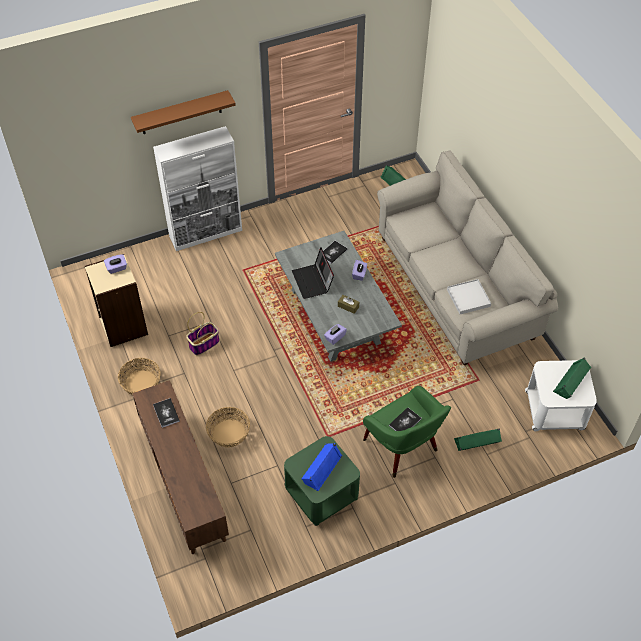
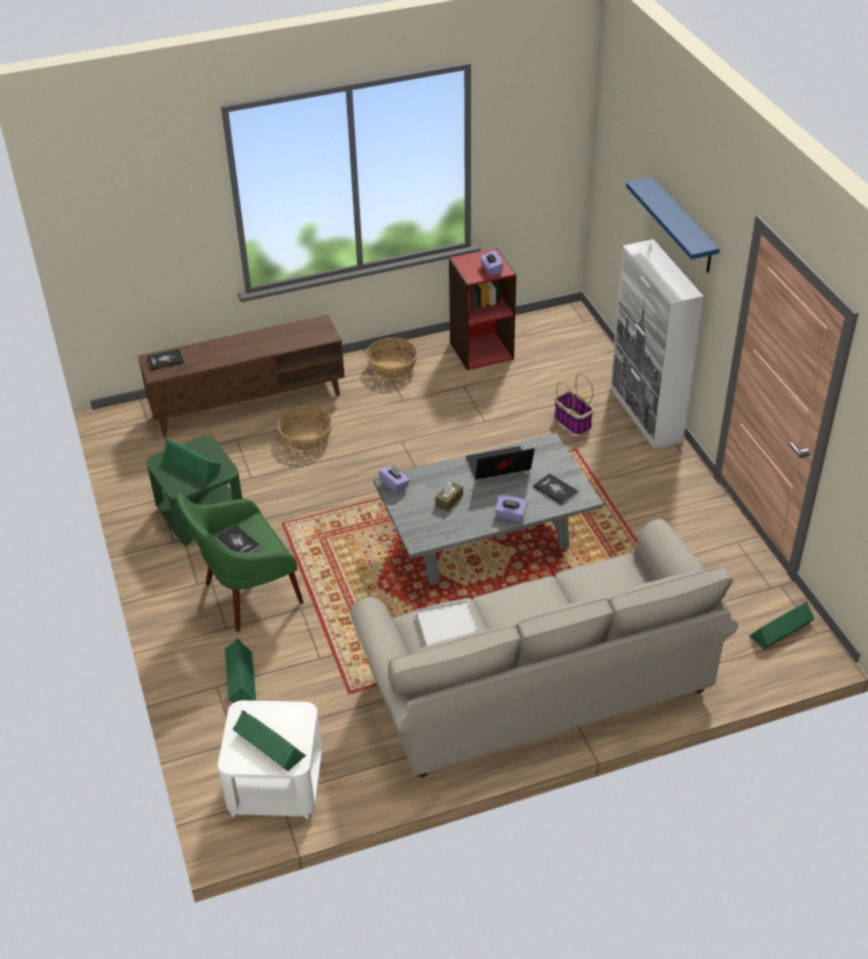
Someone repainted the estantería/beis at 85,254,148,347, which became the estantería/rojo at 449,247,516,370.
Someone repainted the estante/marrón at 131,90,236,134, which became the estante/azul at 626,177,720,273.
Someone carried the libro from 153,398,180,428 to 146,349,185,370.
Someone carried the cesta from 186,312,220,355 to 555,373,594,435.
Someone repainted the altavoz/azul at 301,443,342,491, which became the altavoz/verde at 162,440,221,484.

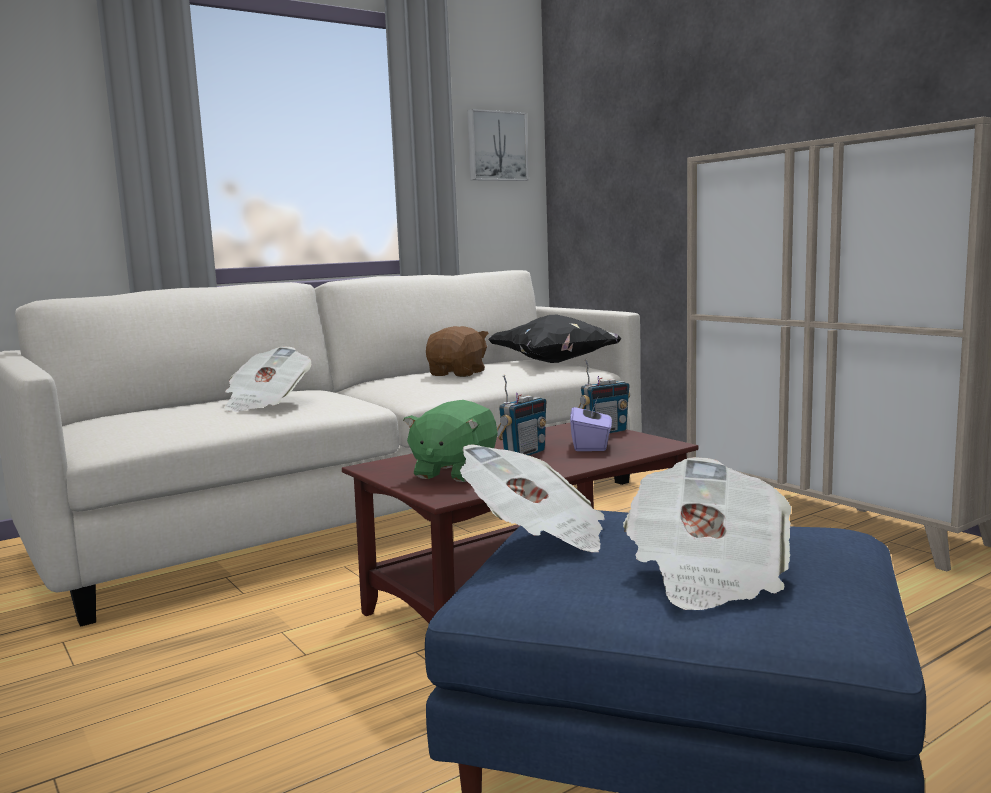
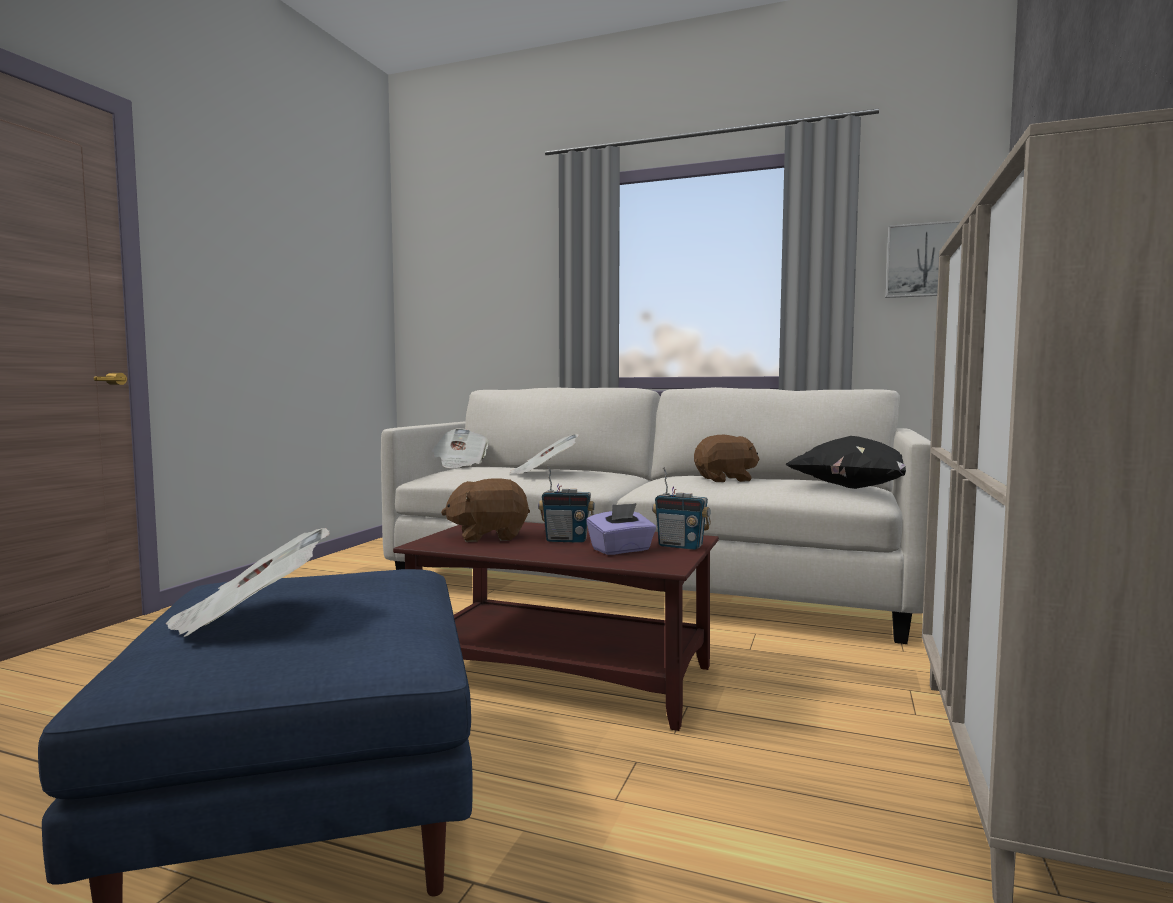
Someone repainted the peluche/verde at 403,400,498,482, which became the peluche/marrón at 441,478,530,542.
Someone carried the periódico from 460,445,605,552 to 432,428,490,468.

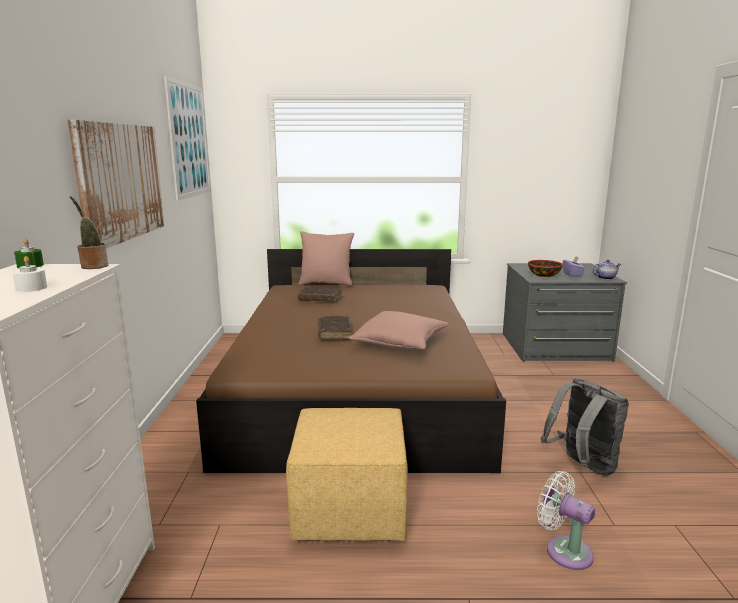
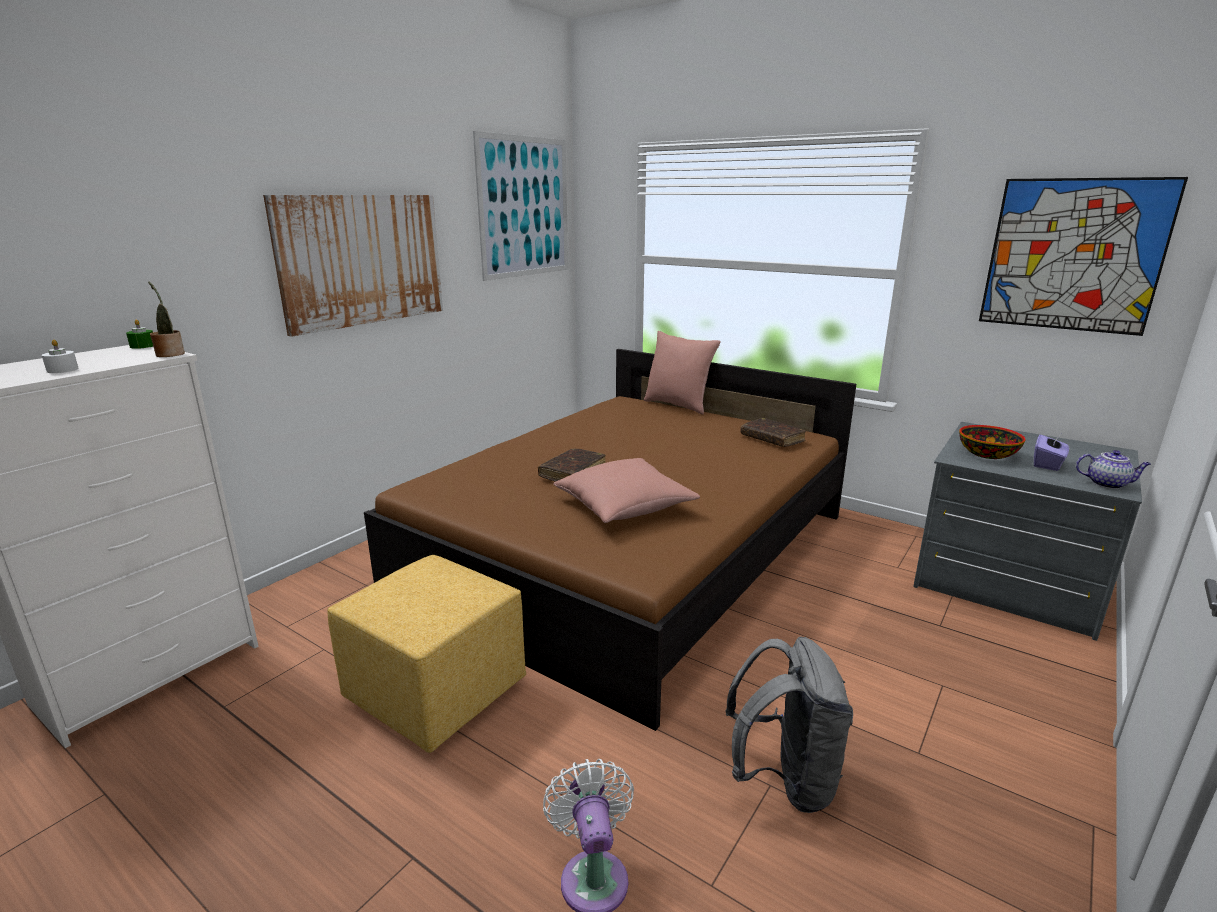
Someone carried the libro/marrón from 297,286,342,302 to 740,418,806,447.
Someone put up the cuadro at 979,177,1188,336.

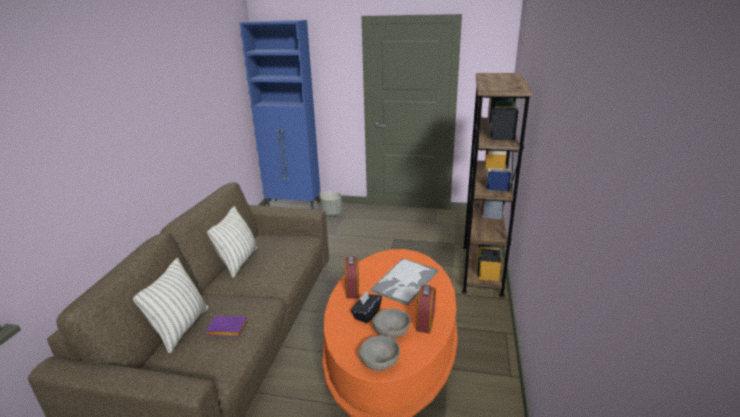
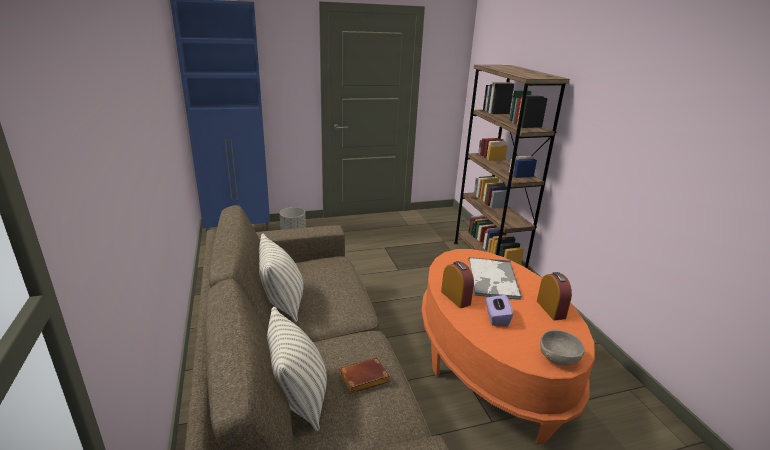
Someone repainted the libro/morado at 206,316,247,337, which became the libro/marrón at 339,358,390,394.
Someone repainted the caja de pañuelos/negro at 351,292,382,323, which became the caja de pañuelos/morado at 486,293,513,326.
Someone took away the cuenco/gris at 372,309,410,339.

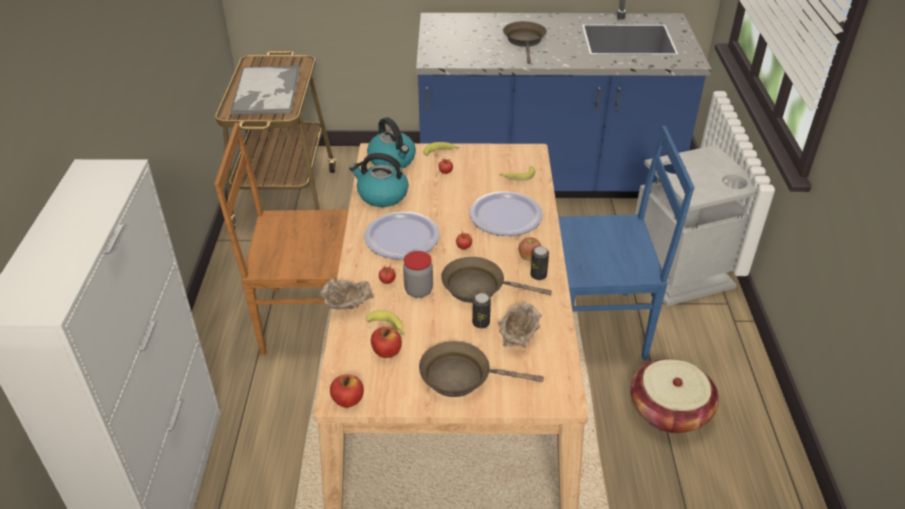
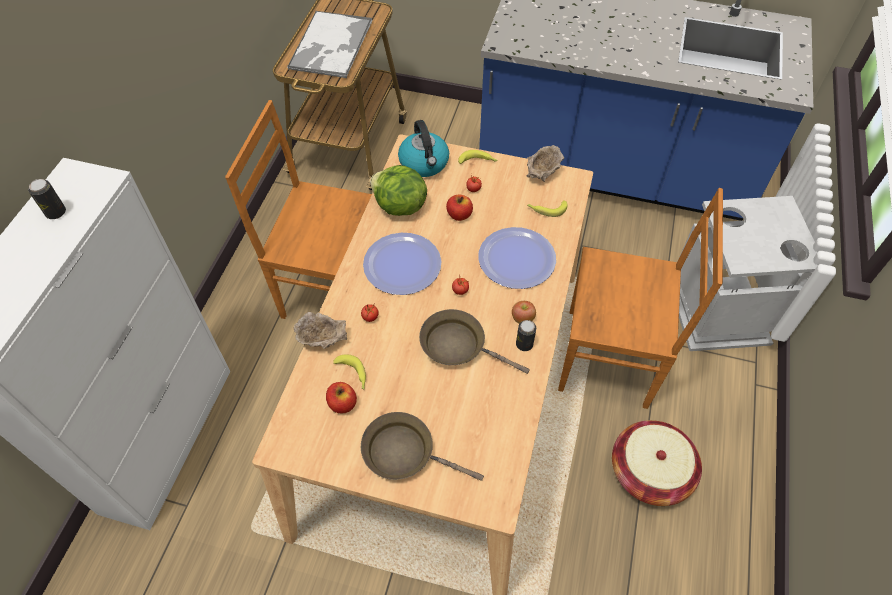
Someone carried the manzana from 330,374,364,408 to 446,194,473,221.
Someone swapped the hervidor at 349,153,409,207 for the lechuga at 370,165,427,216.
Someone took away the tarro at 403,251,433,298.
Someone carried the lata from 472,293,491,328 to 28,179,66,219.
Someone carried the cuenco/beis from 497,302,542,348 to 527,145,564,182.
Someone took away the sartén/marrón at 503,21,547,64.
Someone repainted the silla/azul at 558,126,695,360, which became the silla/marrón at 558,188,723,409.

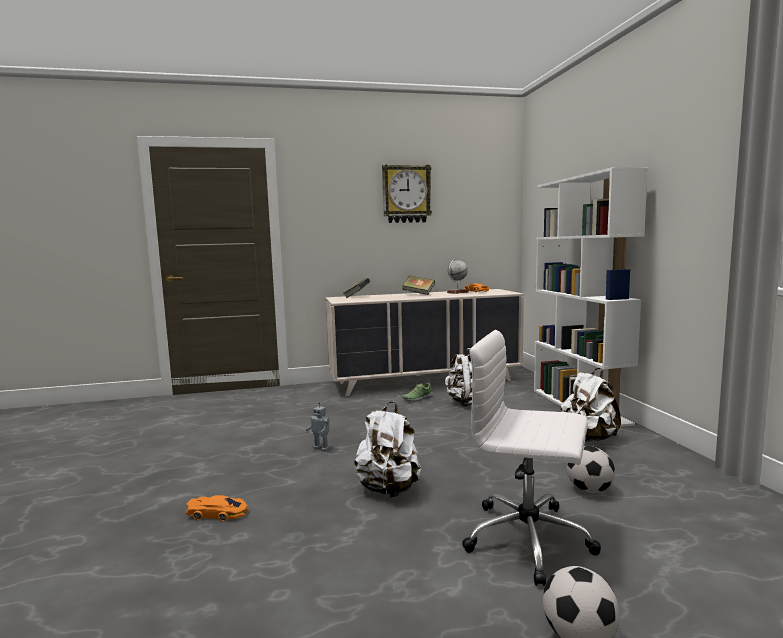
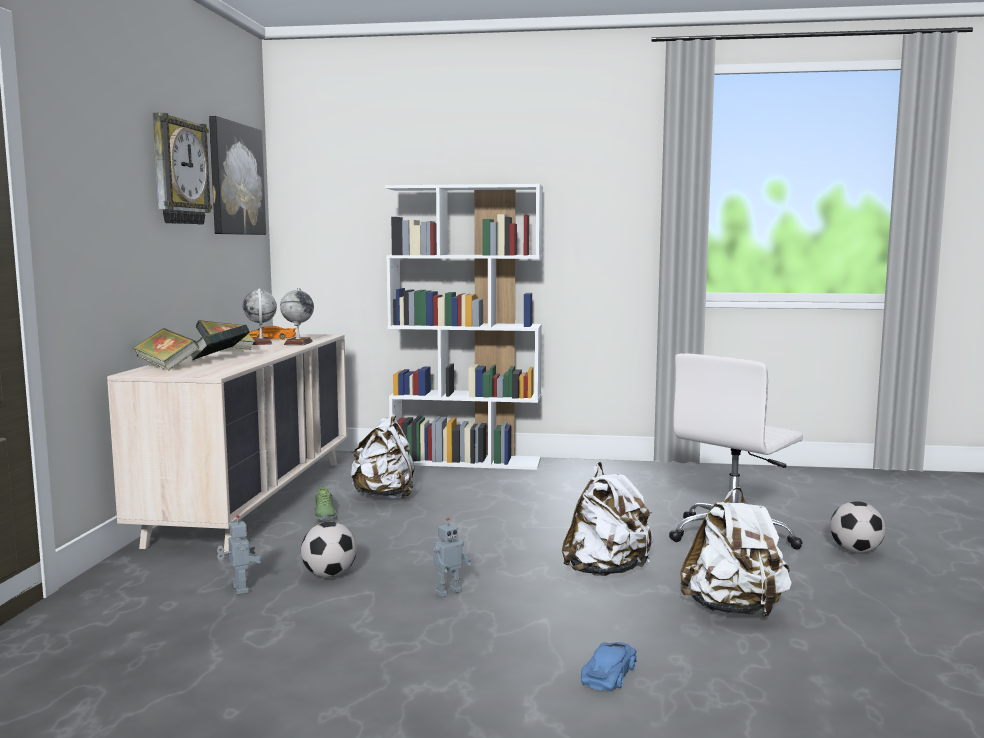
Someone repainted the coche de juguete/naranja at 186,495,248,521, which became the coche de juguete/azul at 581,642,637,691.
Someone carried the mochila/blanco from 561,368,621,442 to 680,487,792,617.
Someone carried the balón de fútbol from 567,446,615,493 to 301,522,357,578.
Someone put down the libro at 191,324,250,360.
Someone put up the cuadro at 209,116,266,235.
Someone put down the robot de juguete at 217,515,261,595.
Someone put down the globo terráqueo at 280,288,314,345.

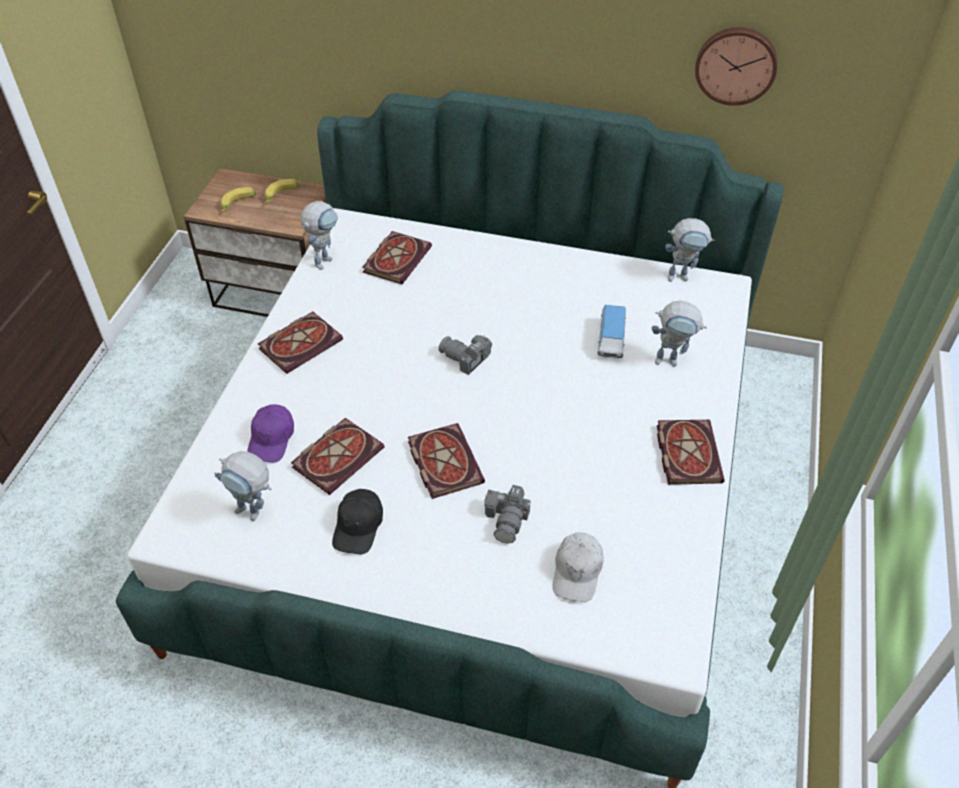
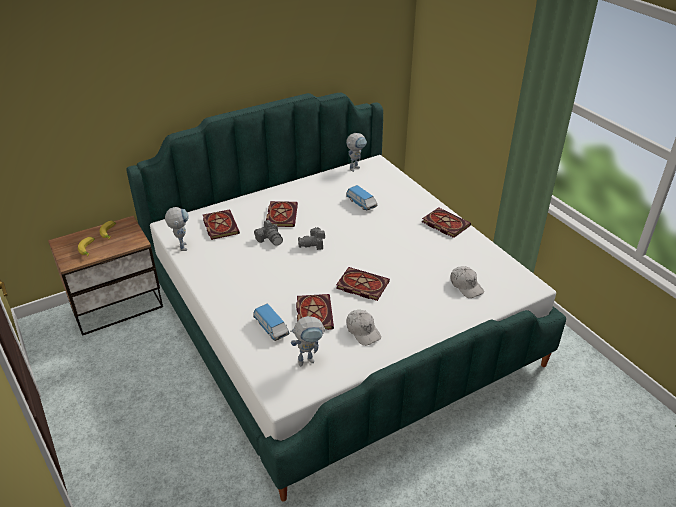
Someone swapped the gorra/morado at 247,404,294,463 for the coche de juguete at 253,304,290,341.
Someone carried the libro from 258,312,343,374 to 266,201,298,227.
Someone repainted the gorra/negro at 332,489,383,554, which became the gorra/blanco at 347,310,381,346.
Someone carried the cámara from 484,485,531,544 to 254,220,283,246.
Someone took away the robot de juguete at 652,301,707,367.
Someone took away the reloj de pared at 695,27,778,106.

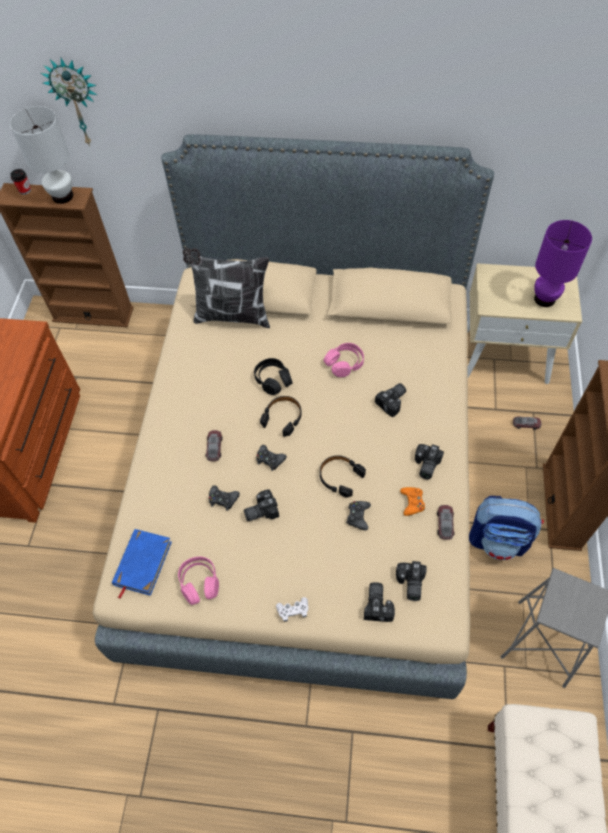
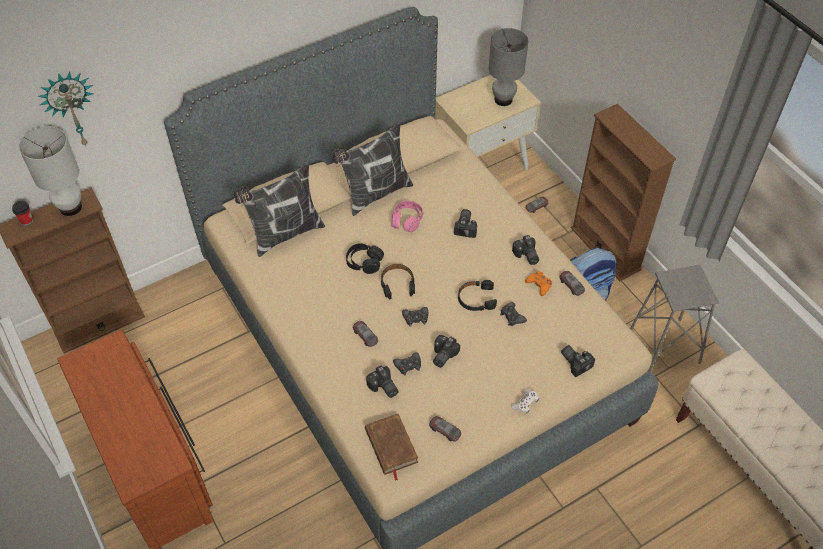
Someone repainted the libro/azul at 112,529,172,598, which became the libro/marrón at 365,414,418,481.
Someone swapped the auriculares/rosa at 178,557,219,605 for the coche de juguete at 429,416,462,442.
Someone carried the cámara from 396,561,426,601 to 366,365,398,398.
Someone repainted the lámpara de mesa/morado at 534,220,592,307, which became the lámpara de mesa/gris at 489,28,528,106.
Someone put down the cojín at 332,123,413,216.

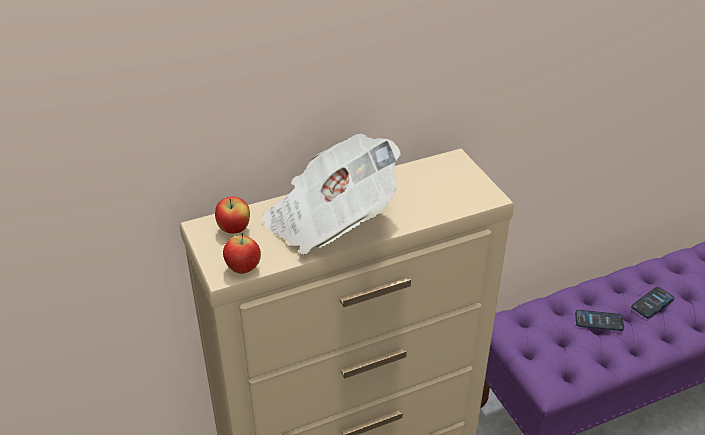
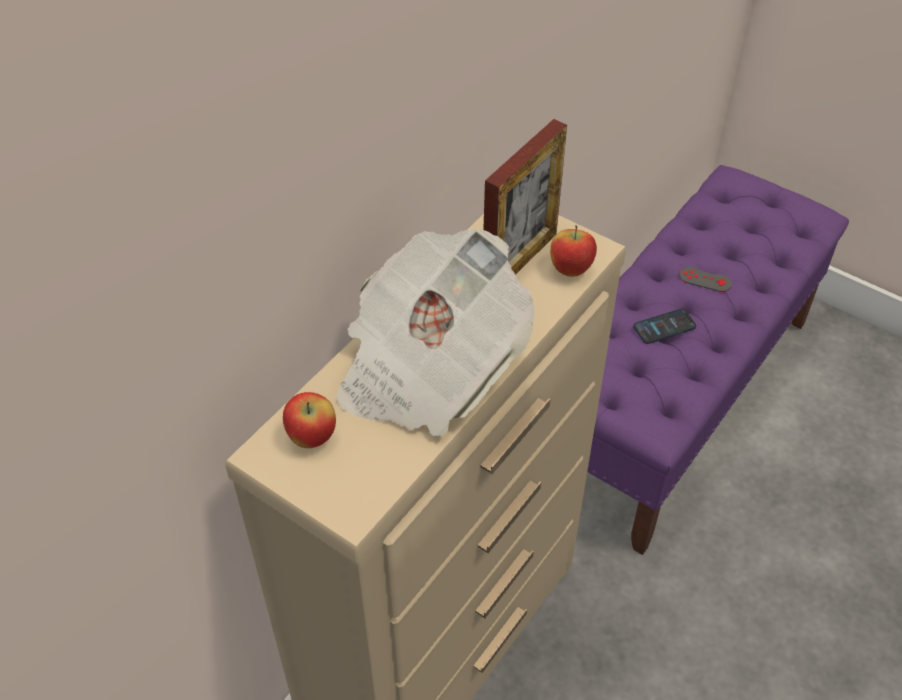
Someone carried the manzana from 223,233,261,274 to 550,225,597,277.
Someone swapped the móvil at 631,287,675,318 for the mando de consola/gris at 679,266,732,292.
Someone put down the portarretratos at 483,119,567,275.

